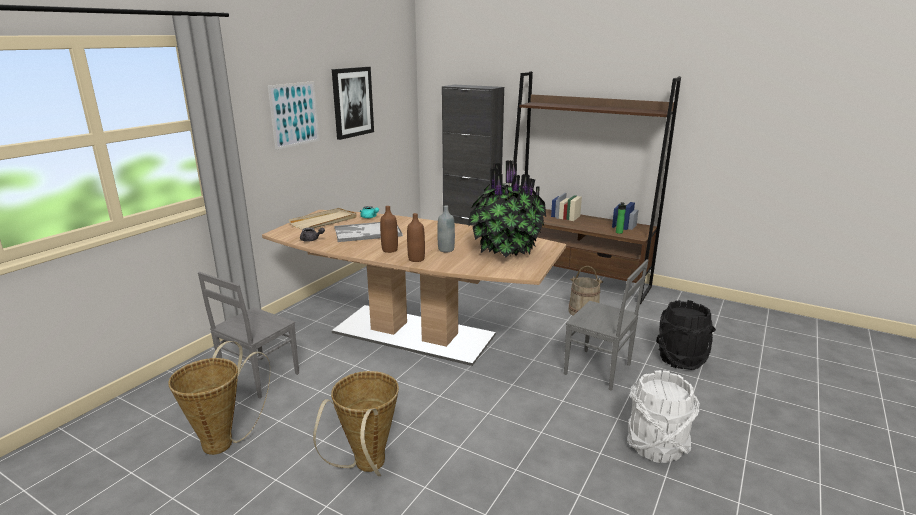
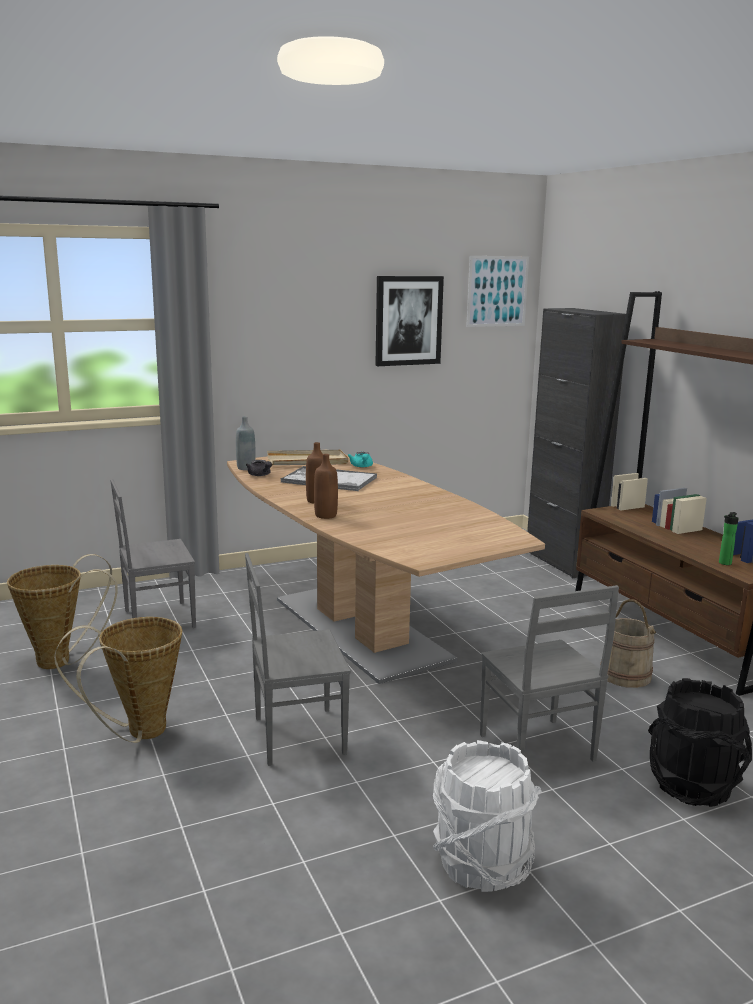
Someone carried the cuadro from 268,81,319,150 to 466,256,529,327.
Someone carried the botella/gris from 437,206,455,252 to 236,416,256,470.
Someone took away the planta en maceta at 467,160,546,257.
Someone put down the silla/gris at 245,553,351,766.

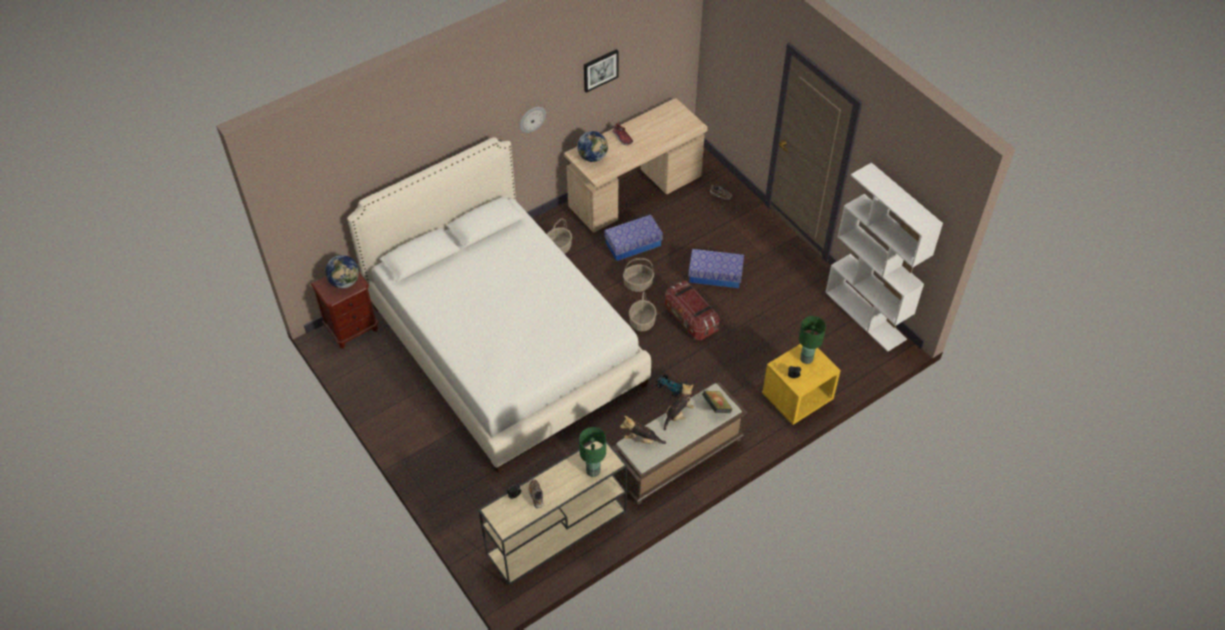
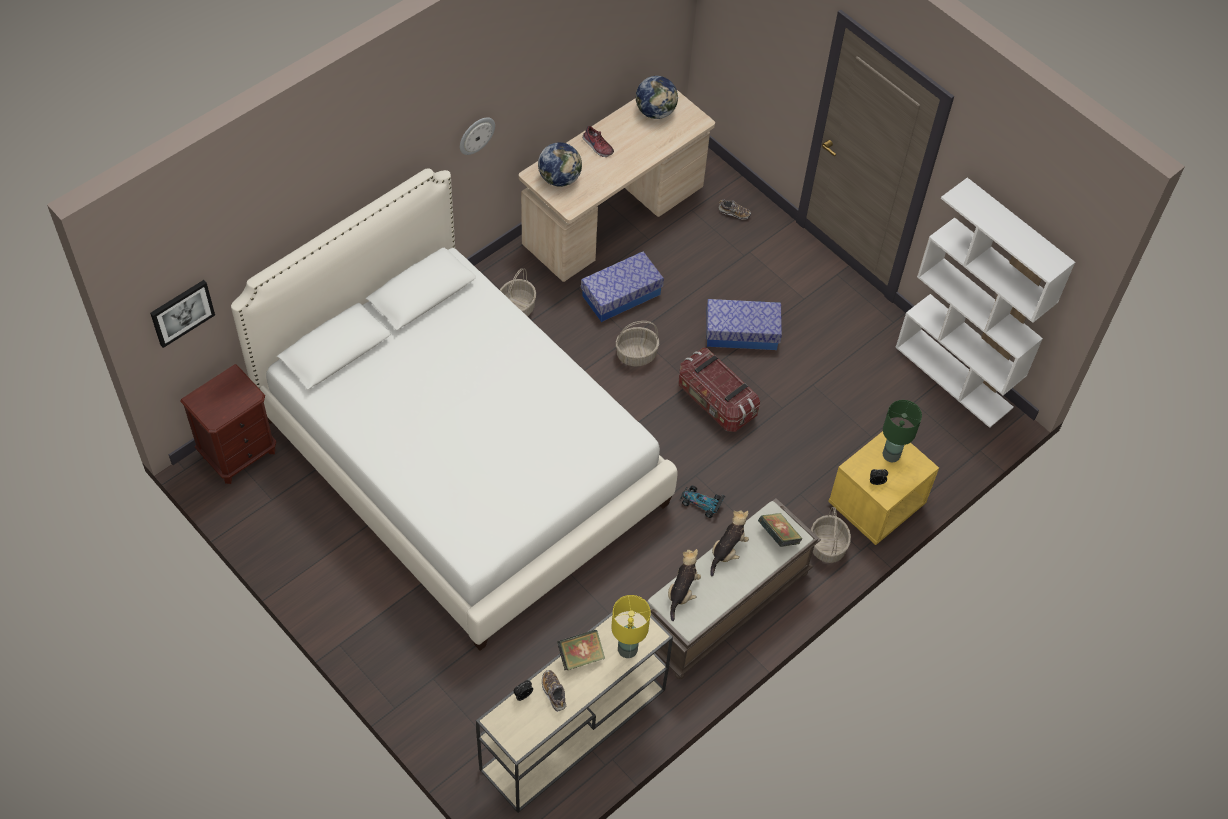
Someone carried the globo terráqueo from 325,255,359,288 to 636,76,679,119.
Someone repainted the lámpara de mesa/verde at 579,427,606,477, which became the lámpara de mesa/amarillo at 611,595,651,658.
Someone carried the cuadro from 584,49,618,93 to 150,280,215,348.
Someone rotated the peluche at 620,416,666,444 by 105 degrees clockwise.
Someone carried the cesta from 629,291,656,332 to 811,507,851,563.
Someone put down the libro at 557,630,605,670.

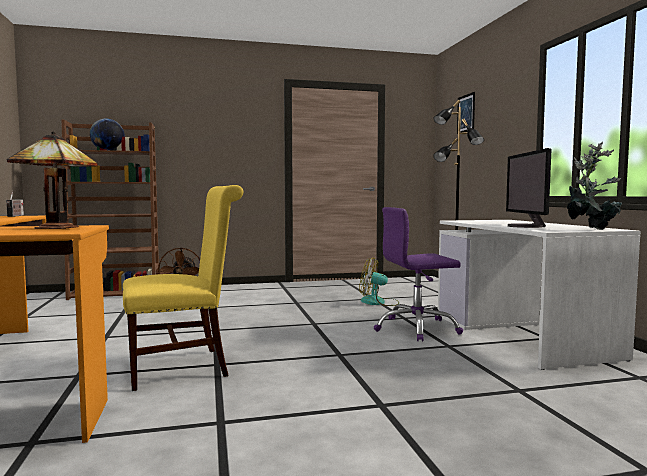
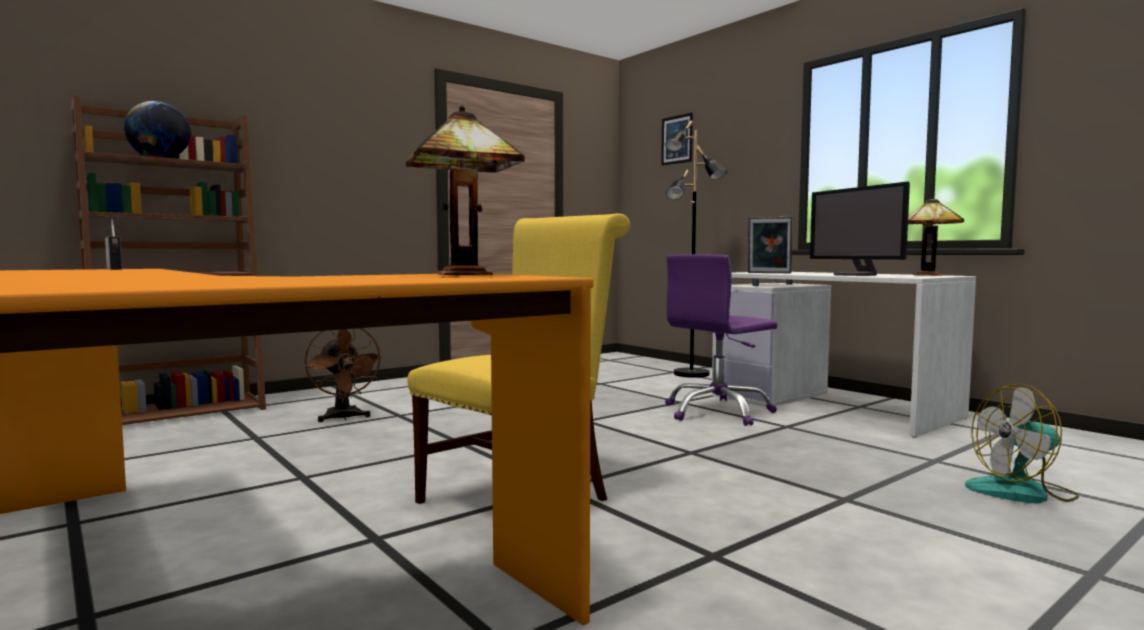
Someone carried the ventilador from 359,257,399,306 to 965,384,1079,504.
Someone swapped the planta en maceta at 567,142,622,230 for the lámpara de mesa at 908,196,964,276.
Someone put down the portarretratos at 748,217,792,273.

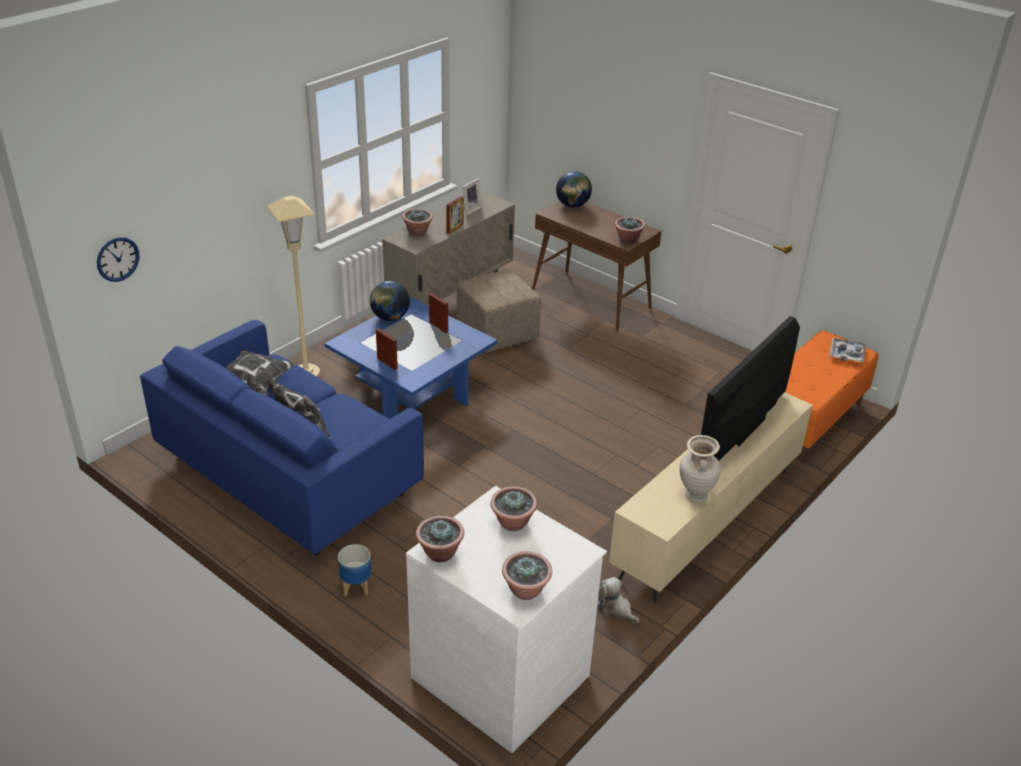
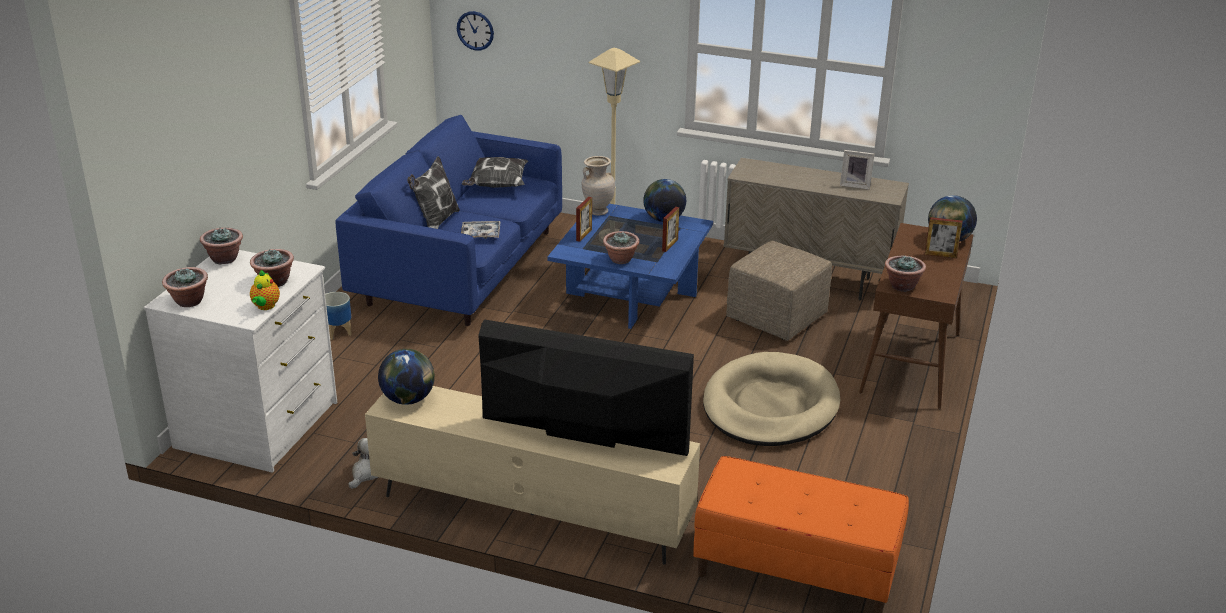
Someone carried the planta en maceta from 402,209,433,236 to 603,231,639,264.
Someone carried the portarretratos from 446,196,464,234 to 925,217,963,258.
Someone carried the florero/beis from 680,435,721,502 to 582,156,615,215.
Someone carried the bandeja from 829,338,866,363 to 461,221,501,239.
Someone put down the tetera at 250,270,280,310.
Someone put down the globo terráqueo at 378,349,435,405.
Someone put down the cama para perro/beis at 703,352,840,446.

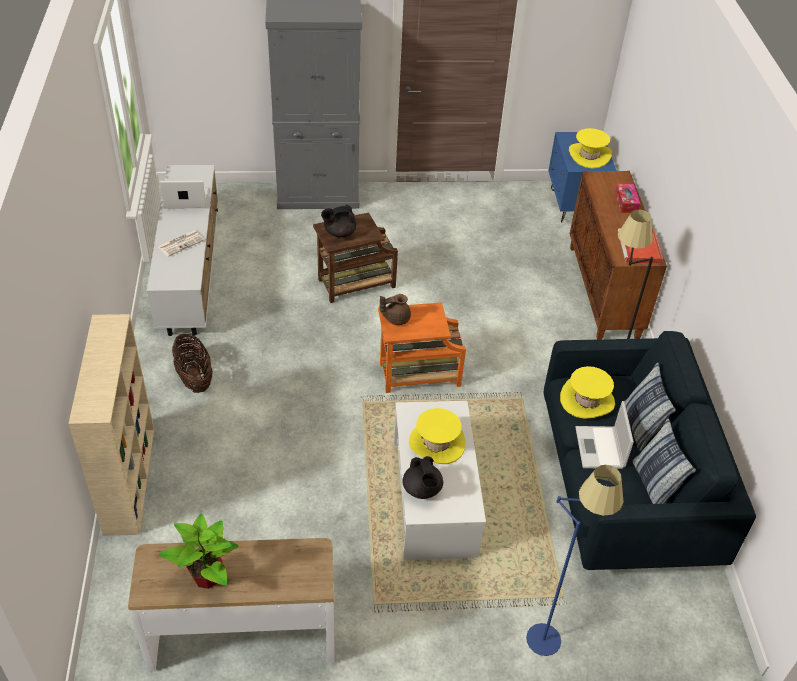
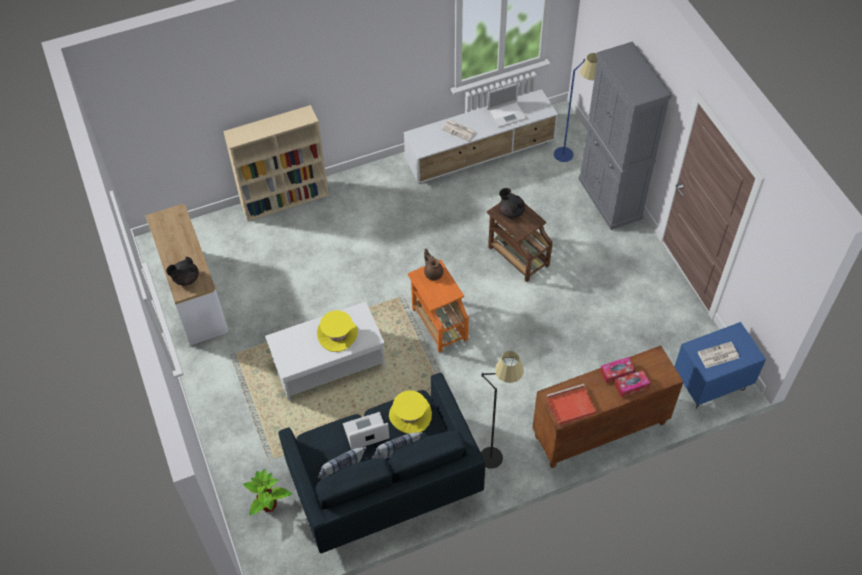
Someone carried the planta en maceta from 159,513,239,589 to 243,469,292,516.
Someone rotated the portátil at 160,180,209,209 by 90 degrees clockwise.
Someone took away the cesta at 172,333,213,393.
Someone carried the tetera/negro from 402,456,443,499 to 166,257,199,286.
Someone carried the lámpara de pie/azul from 526,465,624,656 to 554,53,597,162.
Someone swapped the sombrero/amarillo at 569,128,612,169 for the periódico at 698,342,739,368.
Someone put down the caja de pañuelos at 600,357,636,383.

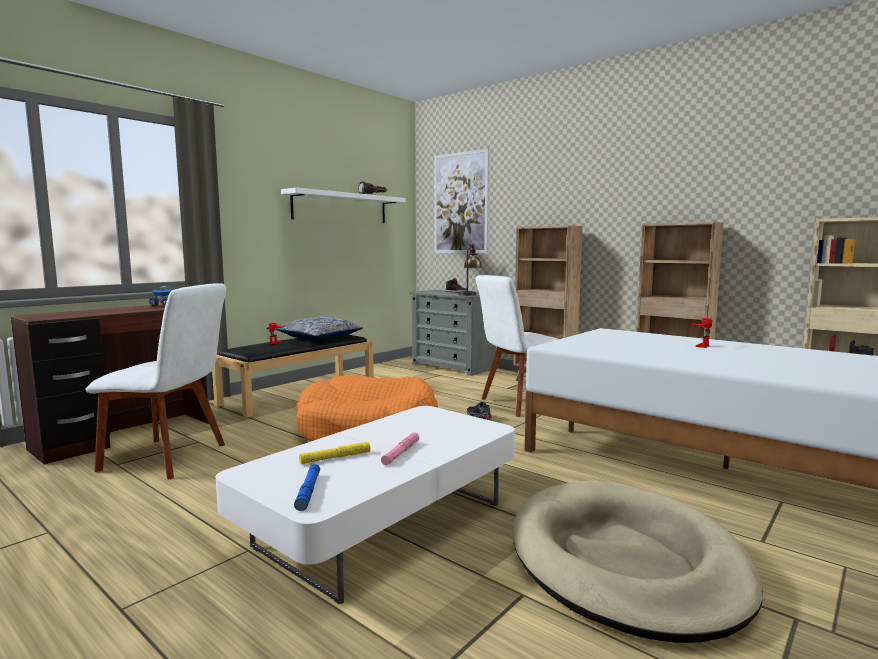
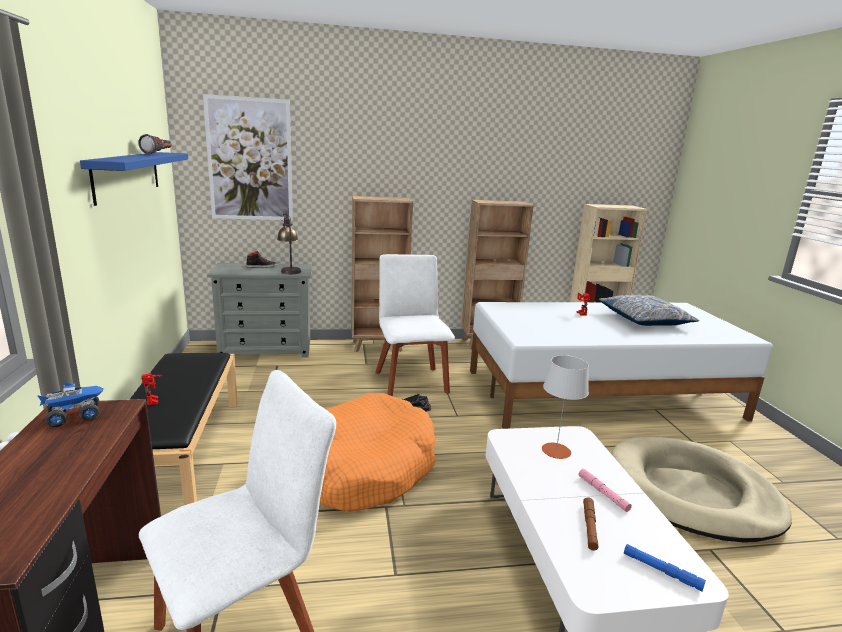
Someone carried the cojín from 275,316,363,341 to 599,295,699,326.
Someone repainted the estante/blanco at 281,188,406,223, which became the estante/azul at 80,152,188,206.
Someone repainted the linterna/amarillo at 299,442,371,464, which became the linterna/marrón at 583,497,599,551.
Someone rotated the silla/blanco at 476,275,559,417 by 150 degrees clockwise.
Someone put down the lámpara de mesa/gris at 542,355,589,459.

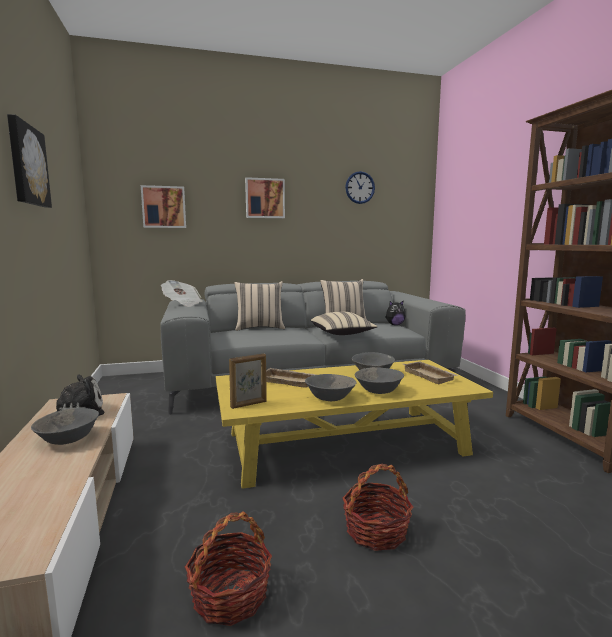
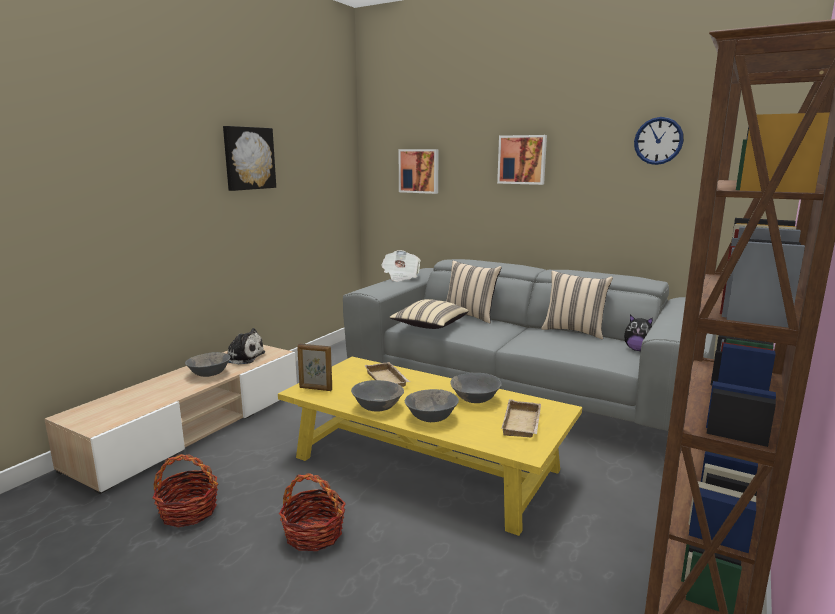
Someone carried the cojín/beis from 311,312,377,335 to 389,299,468,329.

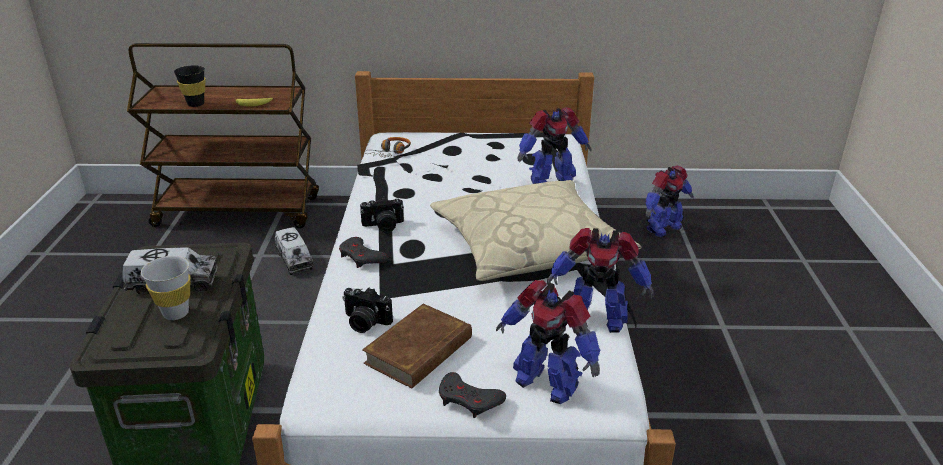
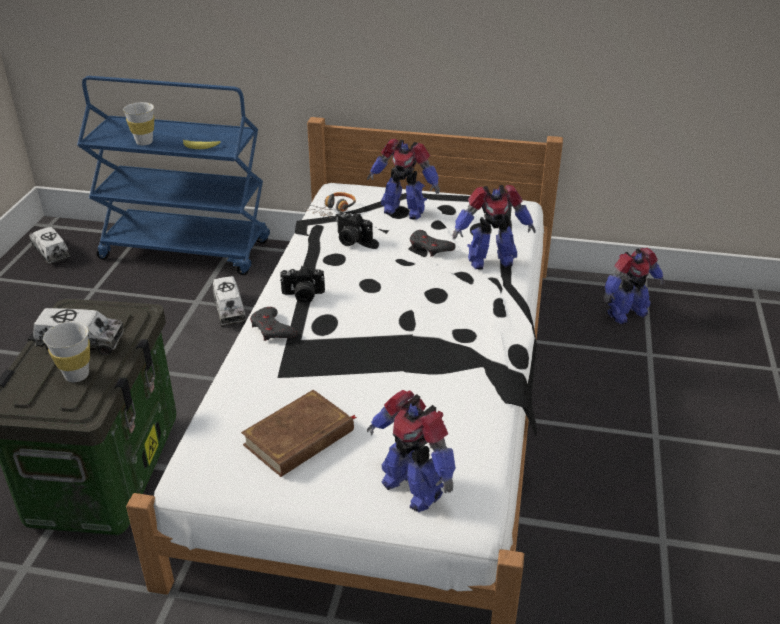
Someone repainted the carrito/marrón at 127,43,319,228, which became the carrito/azul at 77,76,270,275.
Someone repainted the taza/negro at 174,65,205,107, which became the taza/blanco at 123,102,154,145.
Someone carried the cámara from 342,287,393,333 to 336,212,373,246.
Someone took away the cojín/beis at 430,180,641,281.
Someone carried the mando de consola/gris from 439,372,506,418 to 410,230,456,257.
Someone carried the robot de juguete from 547,228,654,333 to 367,139,440,220.
Someone put down the camión de juguete at 29,227,70,264.

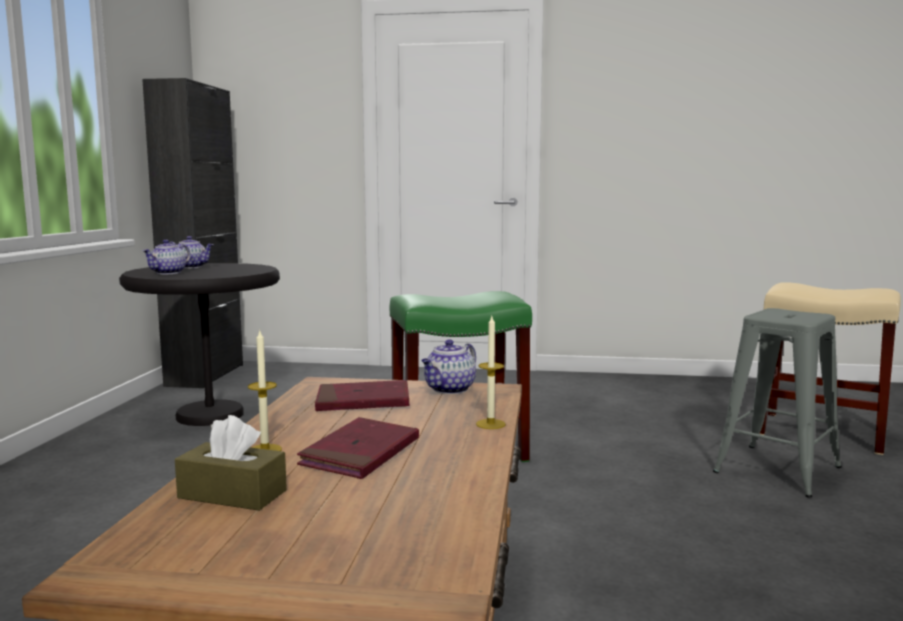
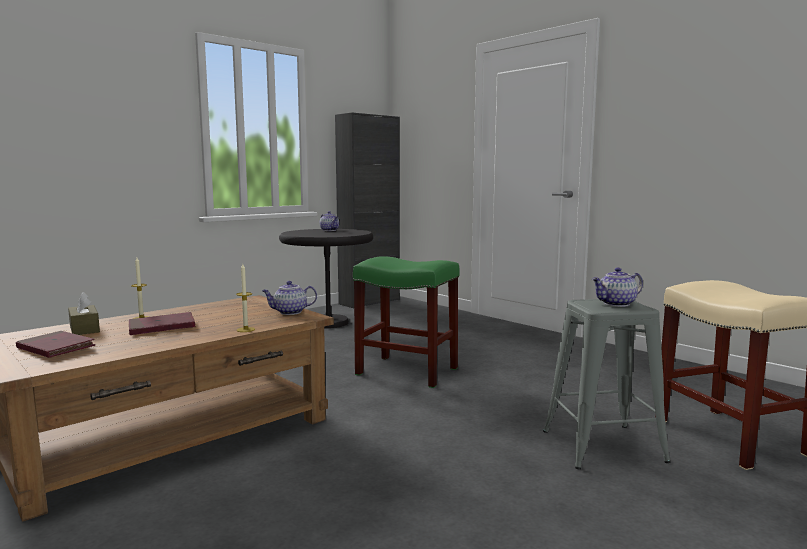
Someone carried the tetera from 142,240,191,274 to 592,267,643,307.
Someone carried the libro/rojo from 315,380,409,411 to 16,331,95,358.

